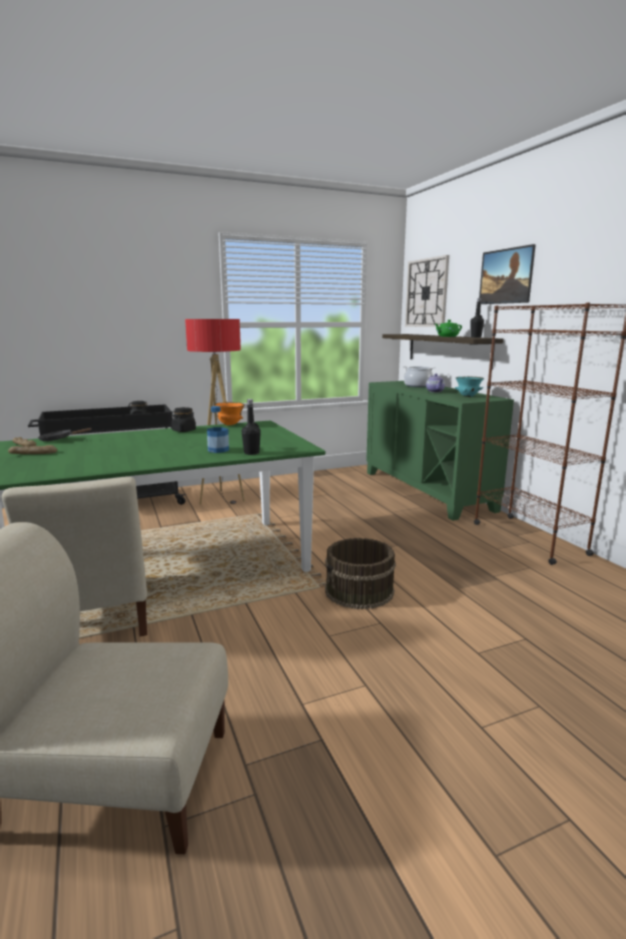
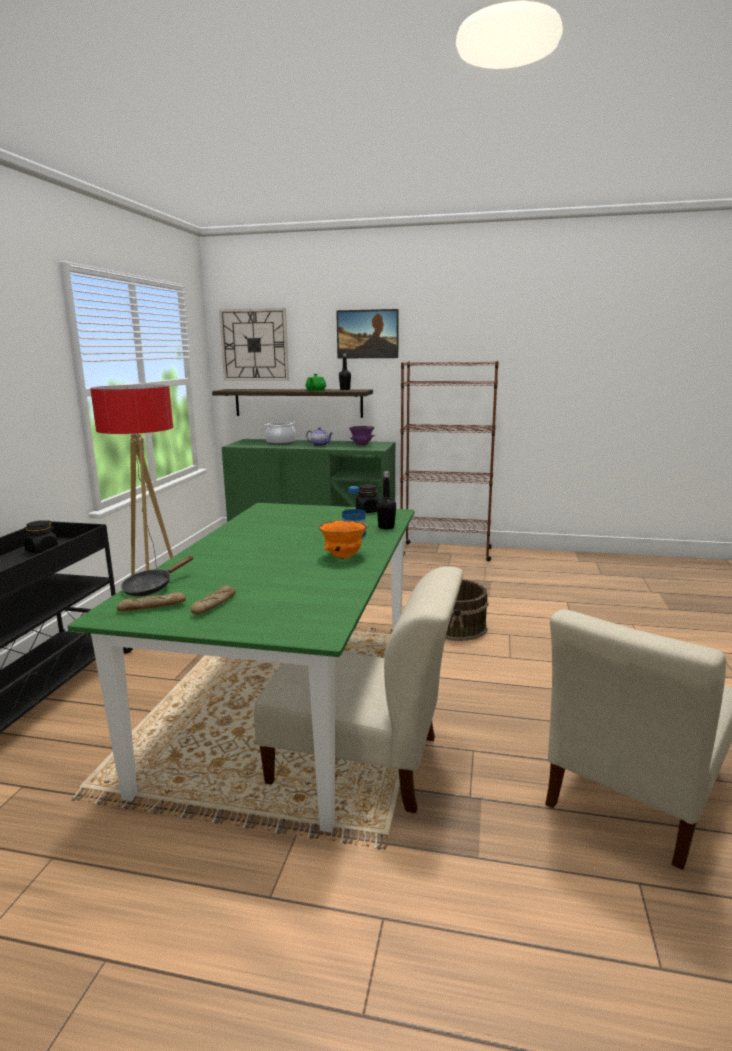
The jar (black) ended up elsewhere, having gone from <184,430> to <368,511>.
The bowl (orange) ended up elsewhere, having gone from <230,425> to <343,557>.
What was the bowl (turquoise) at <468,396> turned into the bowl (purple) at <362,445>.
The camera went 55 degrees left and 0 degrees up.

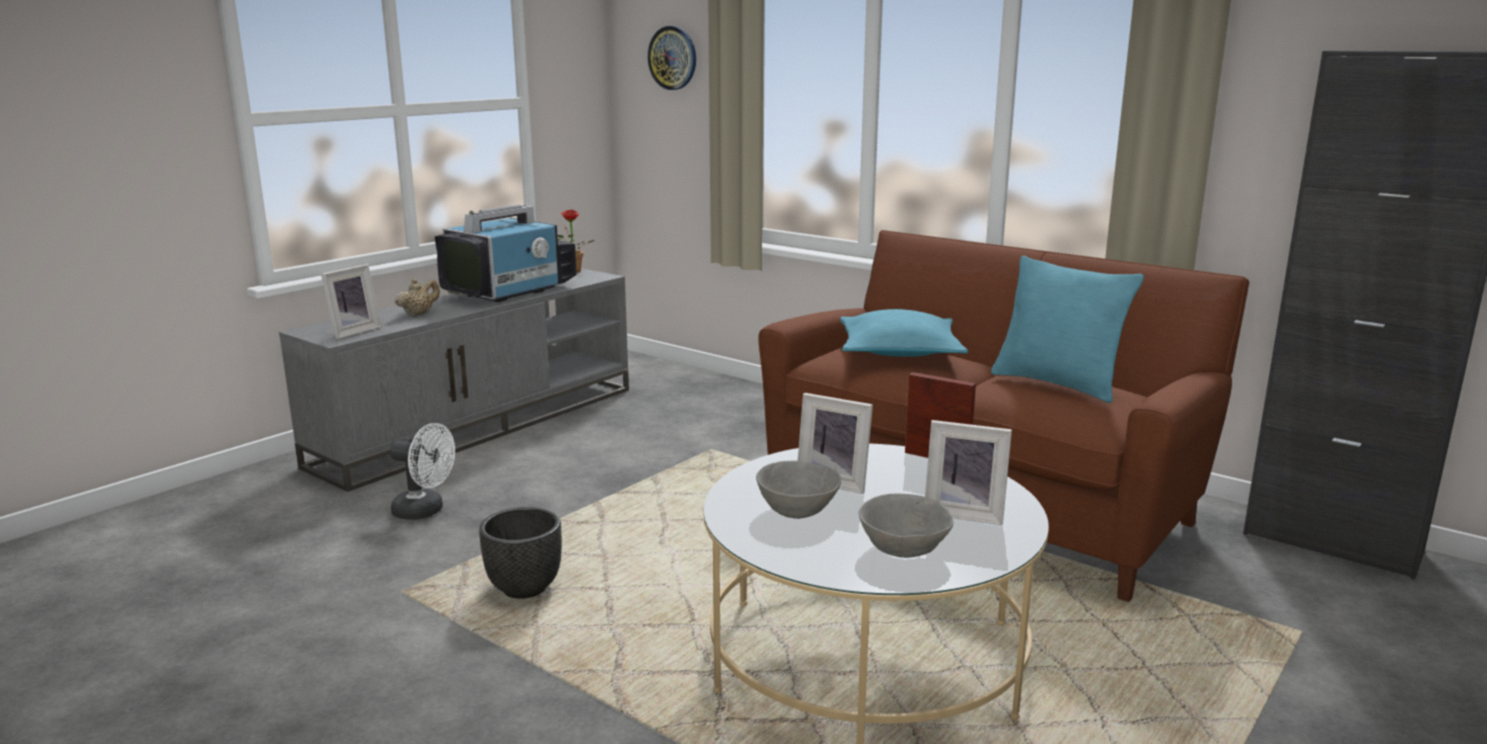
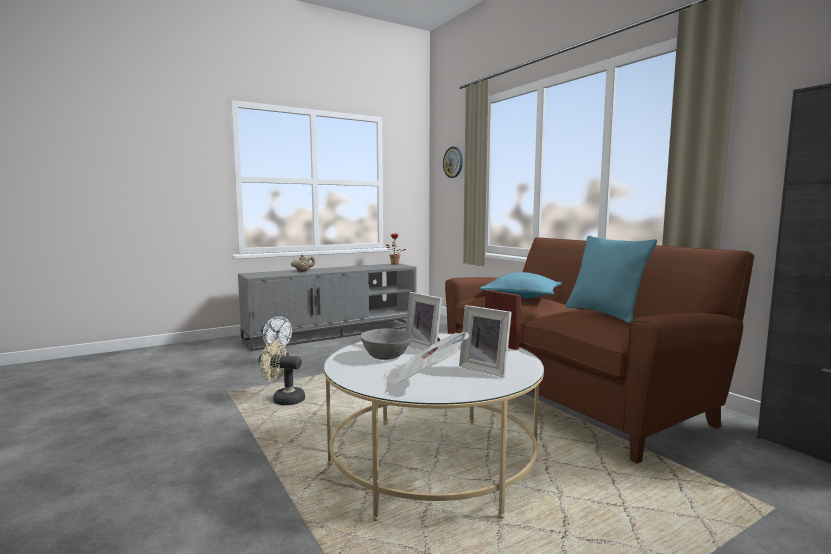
The second view lost the picture frame at <352,331>.
The second view lost the television at <511,291>.
Where the planter (black) stood at <525,590>, the fan (beige) came to stand at <284,400>.
Where the bowl (grey) stood at <902,549>, the newspaper came to stand at <423,380>.
The camera went 20 degrees right and 10 degrees down.

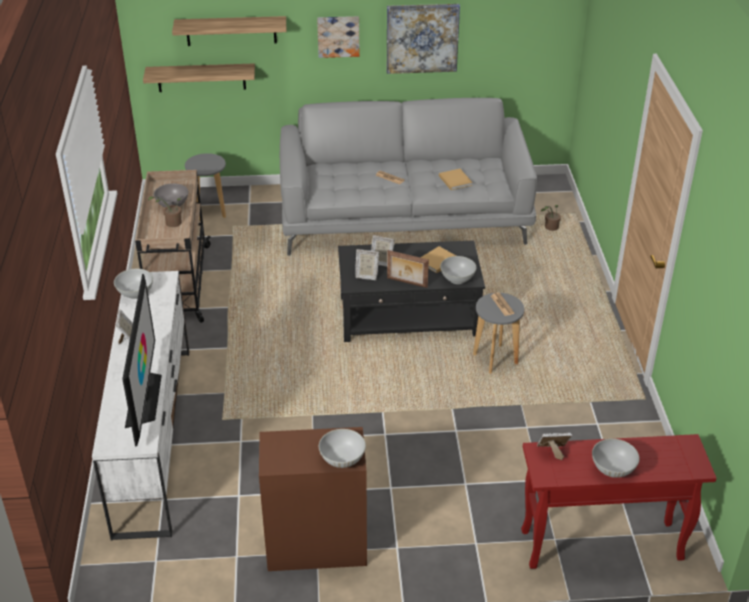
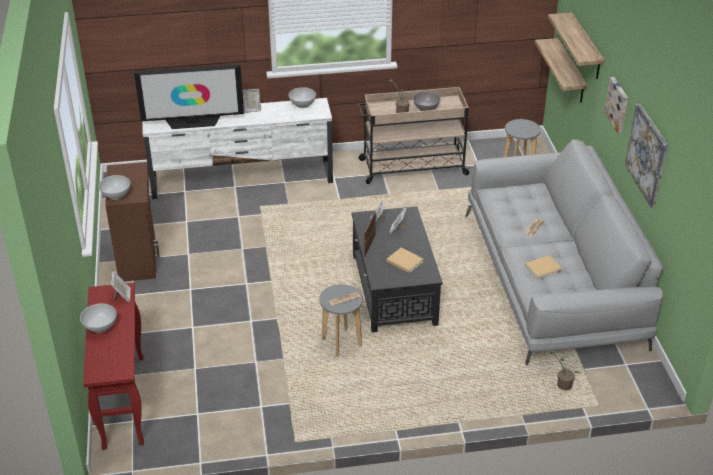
The second view lost the bowl (white) at <457,279>.
The camera went 85 degrees right and 0 degrees up.

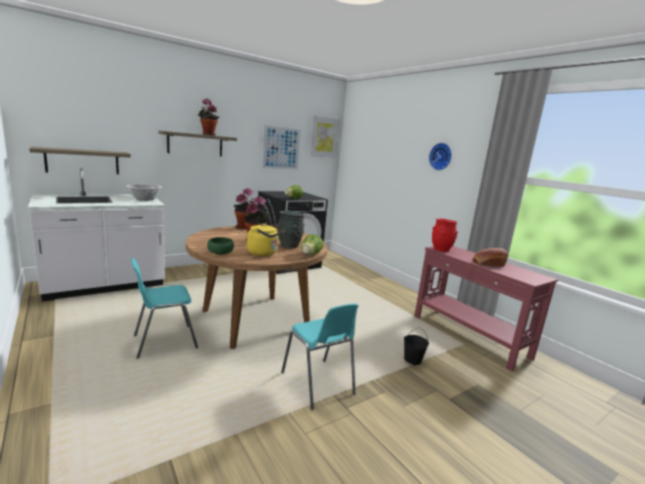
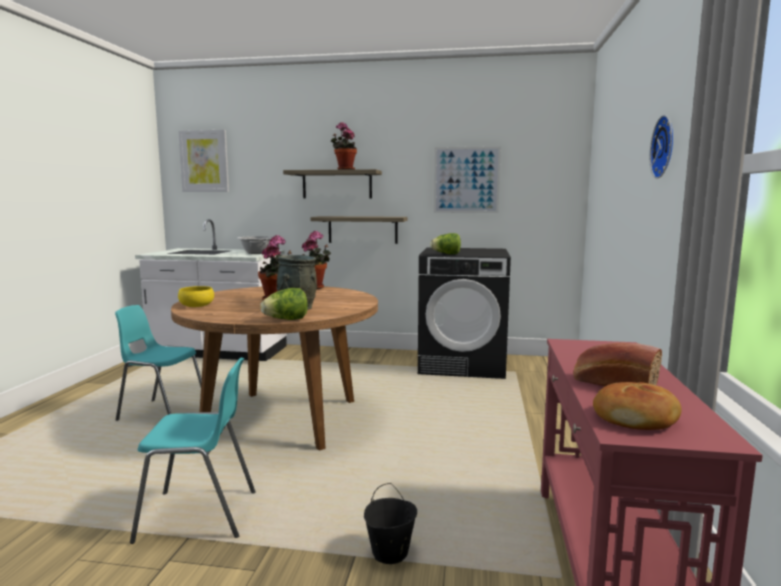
The second view lost the kettle (yellow) at <264,253>.
The second view lost the vase (red) at <441,249>.
The second view gained the bread at <636,418>.
The shelf ended up elsewhere, having gone from <83,161> to <362,229>.
The picture ended up elsewhere, having gone from <324,137> to <204,161>.
What was the bowl (green) at <220,252> turned into the bowl (yellow) at <196,305>.
The chair (turquoise) at <318,384> ended up facing another way, 105 degrees counterclockwise from before.
The camera went 45 degrees right and 5 degrees down.

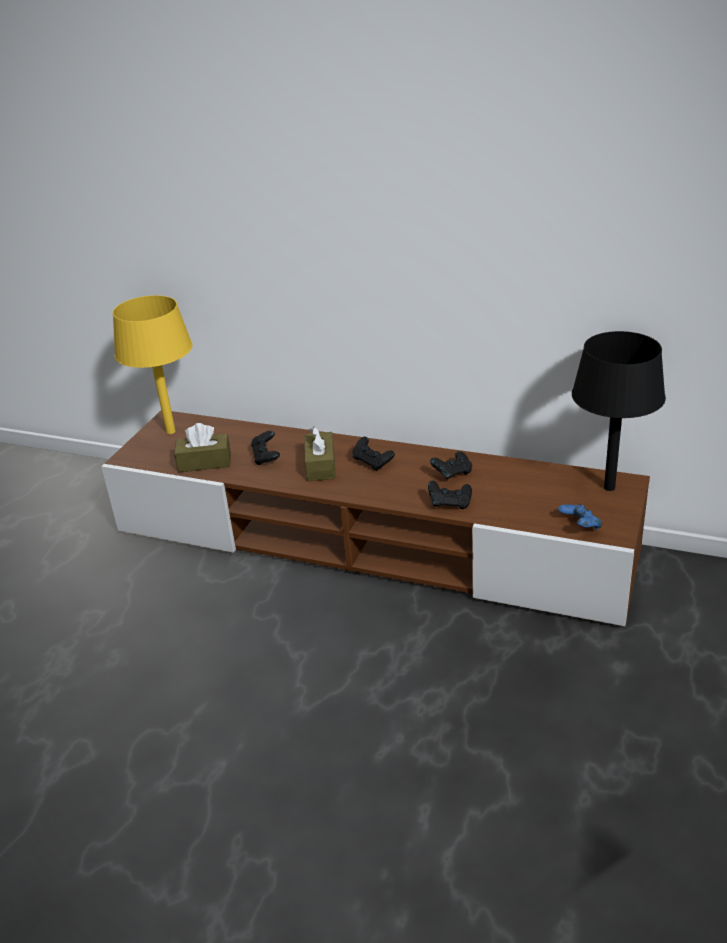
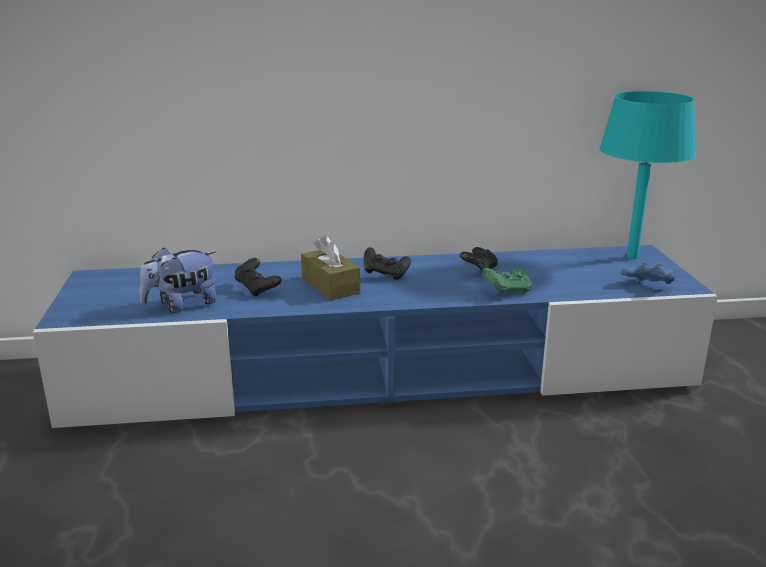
The second view lost the table lamp (yellow) at <170,431>.
Where the tissue box (brown) stood at <204,462>, the plush toy came to stand at <182,305>.
What was the tv stand (brown) at <370,542> turned into the tv stand (blue) at <384,374>.
What was the game controller (black) at <450,504> turned into the game controller (green) at <507,292>.
What was the table lamp (black) at <609,487> turned into the table lamp (turquoise) at <632,257>.
The camera went 30 degrees left and 10 degrees down.

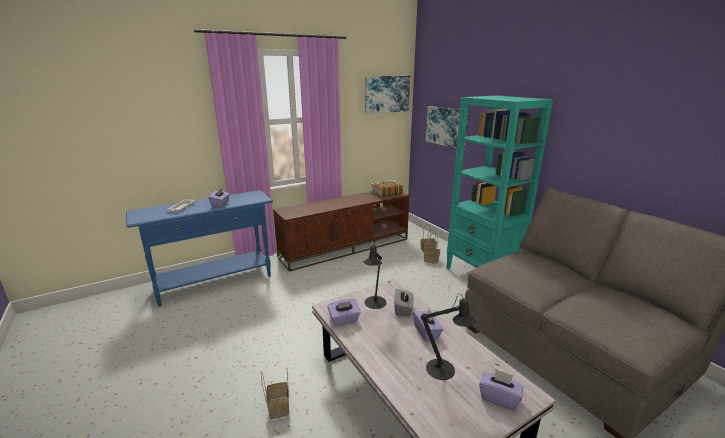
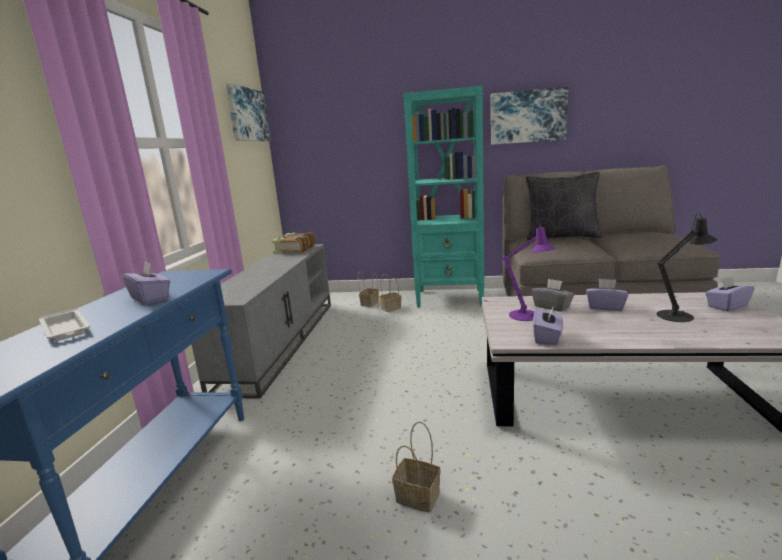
The second view gained the pillow (black) at <561,236>.
The basket ended up elsewhere, having gone from <278,407> to <416,497>.
The picture ended up elsewhere, having gone from <447,126> to <527,116>.
What was the tv stand (brown) at <346,247> turned into the tv stand (grey) at <280,341>.
What was the table lamp (black) at <374,304> turned into the table lamp (purple) at <527,316>.
The camera went 50 degrees left and 5 degrees down.

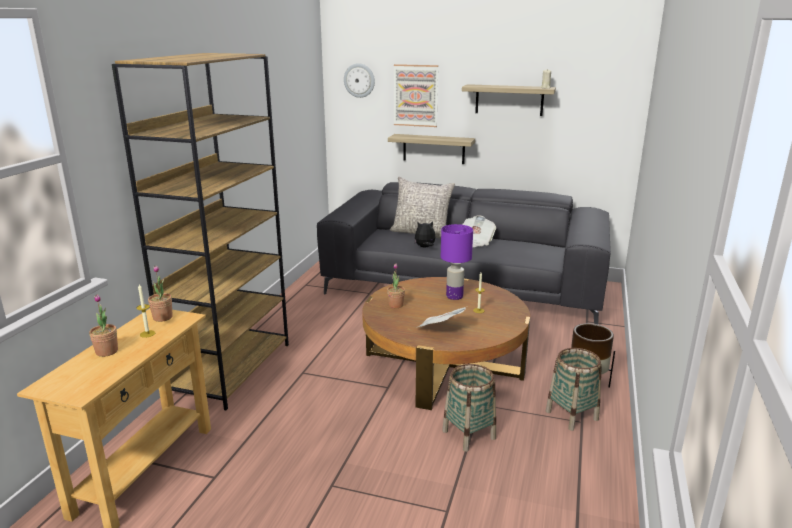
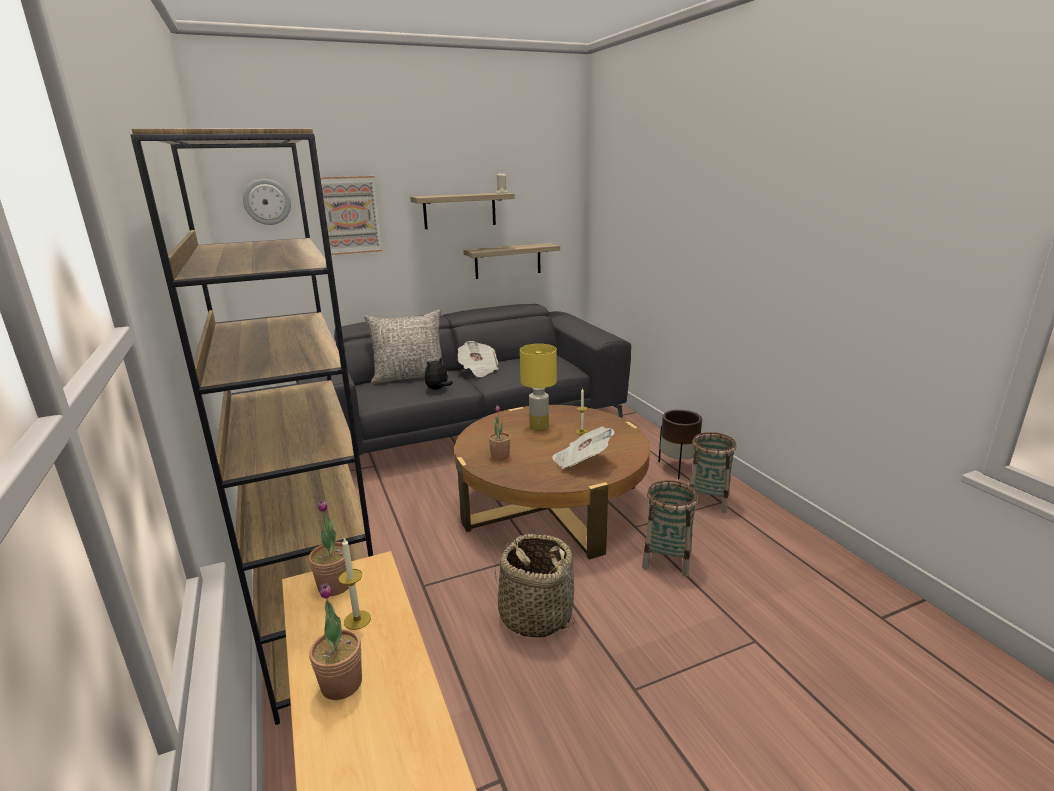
The second view gained the basket at <535,615>.
The shelf ended up elsewhere, having gone from <433,149> to <508,261>.
What was the table lamp (purple) at <454,296> turned into the table lamp (yellow) at <538,427>.
The camera went 40 degrees left and 0 degrees up.

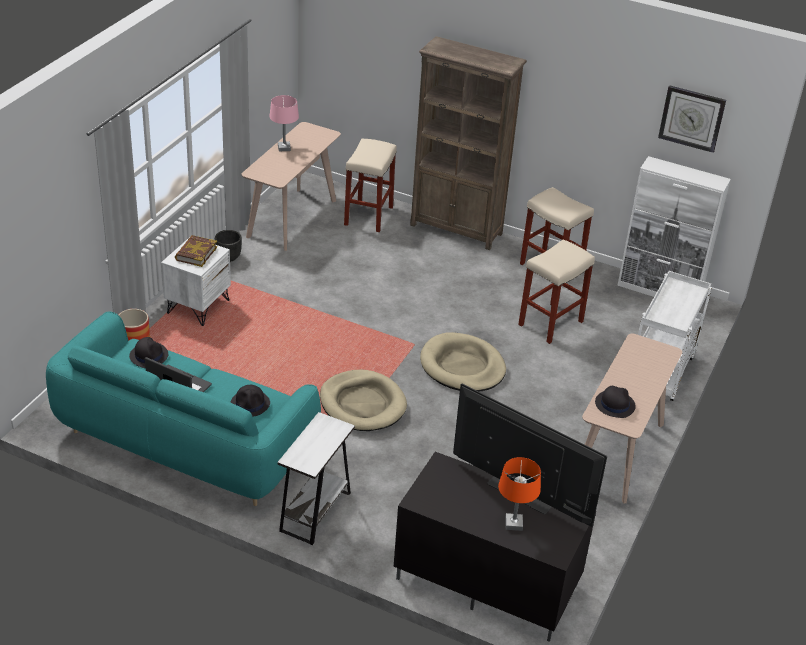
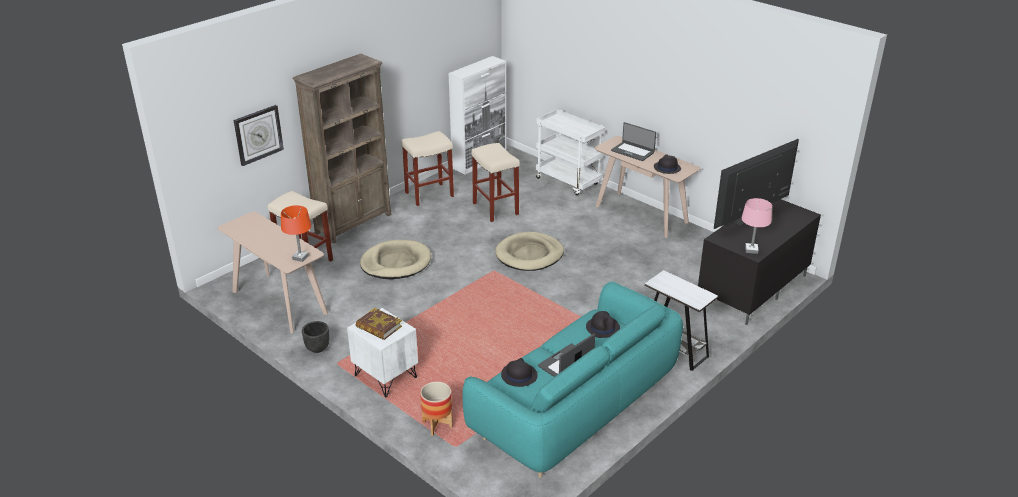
The second view gained the laptop at <632,151>.
The table lamp (pink) ended up elsewhere, having gone from <284,148> to <751,250>.
The dog bed (beige) ended up elsewhere, having gone from <362,404> to <396,263>.
The table lamp (orange) ended up elsewhere, having gone from <513,523> to <300,257>.
The wall clock ended up elsewhere, having gone from <692,118> to <258,134>.
The camera went 70 degrees left and 5 degrees down.

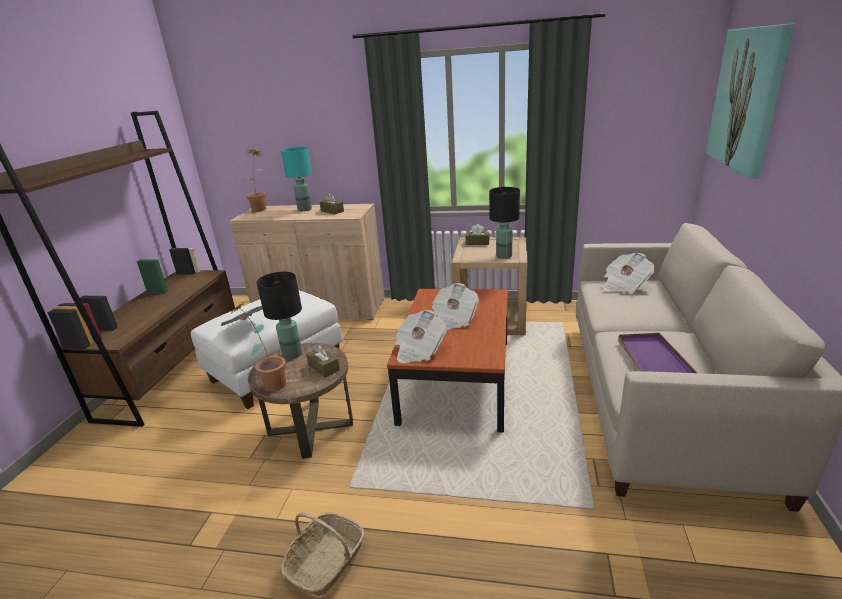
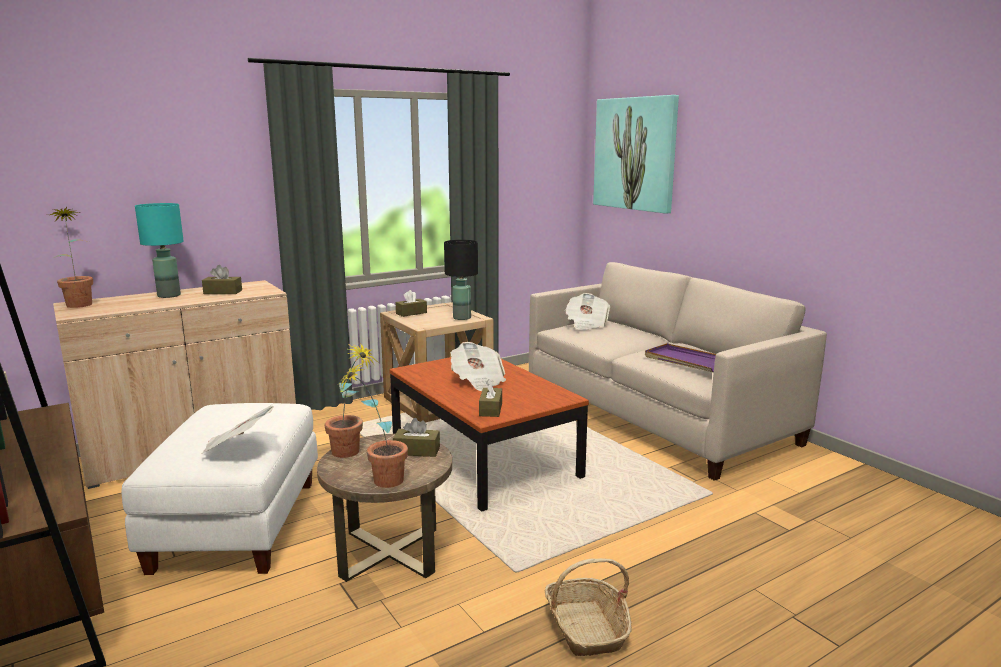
Where the table lamp (black) stood at <292,354>, the potted plant came to stand at <352,453>.
Where the newspaper stood at <419,350>, the tissue box (brown) came to stand at <490,409>.
The camera went 45 degrees left and 10 degrees down.

